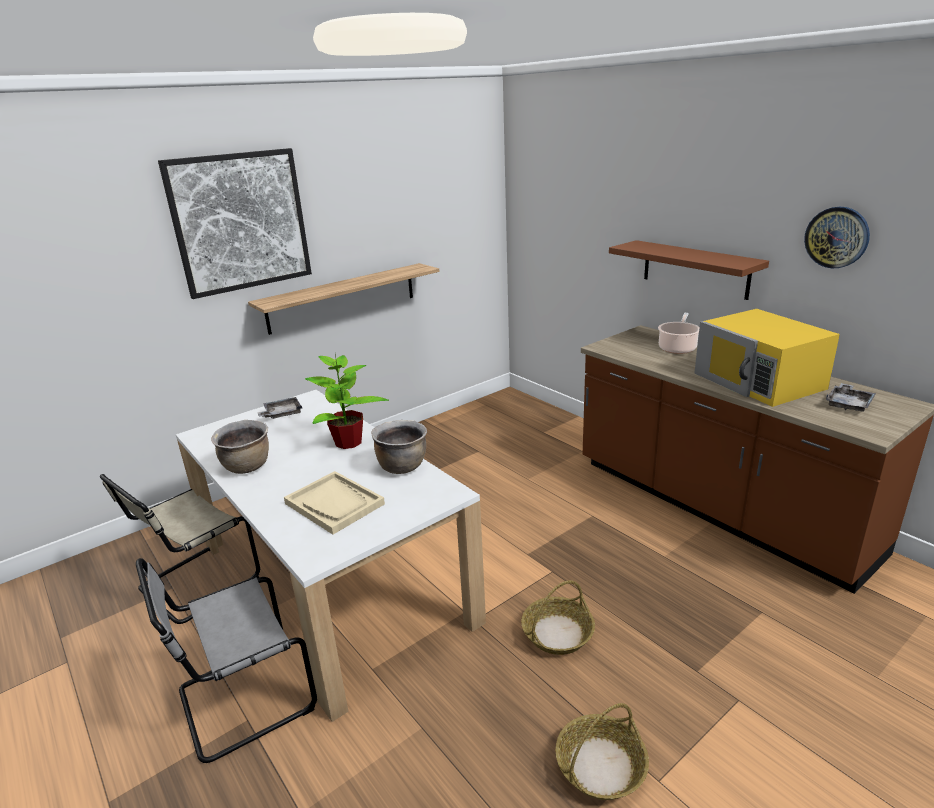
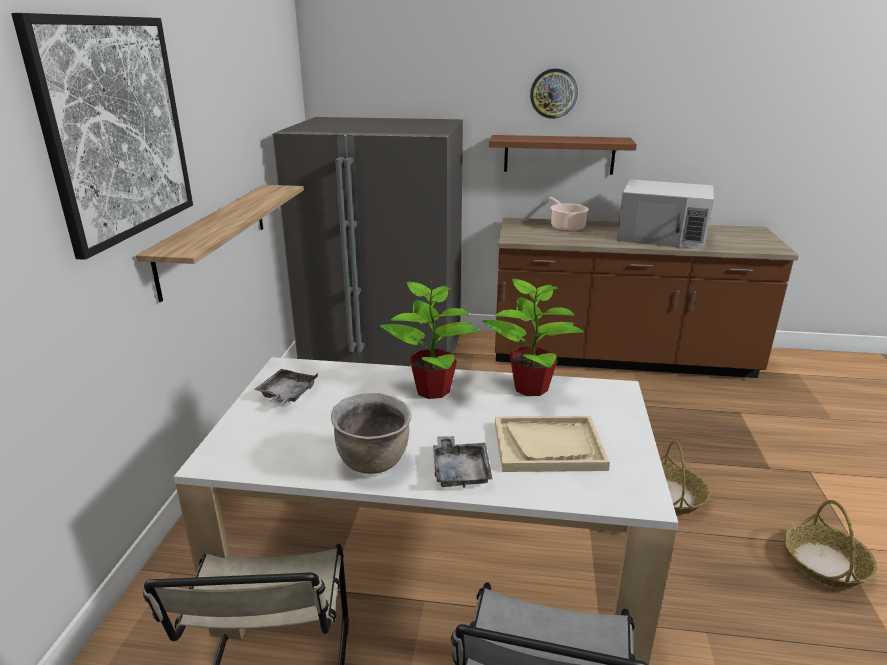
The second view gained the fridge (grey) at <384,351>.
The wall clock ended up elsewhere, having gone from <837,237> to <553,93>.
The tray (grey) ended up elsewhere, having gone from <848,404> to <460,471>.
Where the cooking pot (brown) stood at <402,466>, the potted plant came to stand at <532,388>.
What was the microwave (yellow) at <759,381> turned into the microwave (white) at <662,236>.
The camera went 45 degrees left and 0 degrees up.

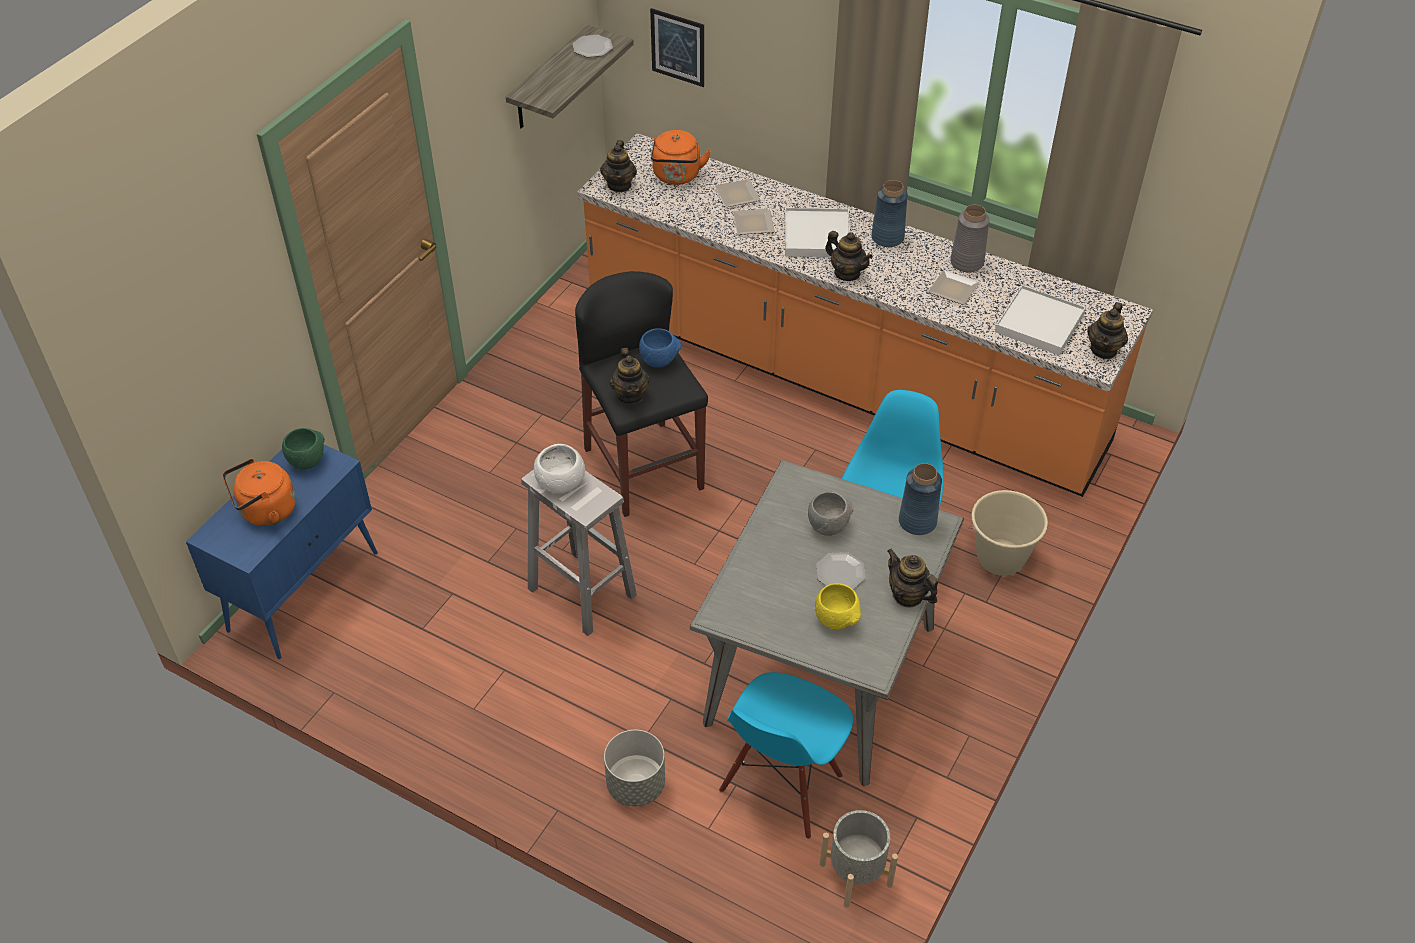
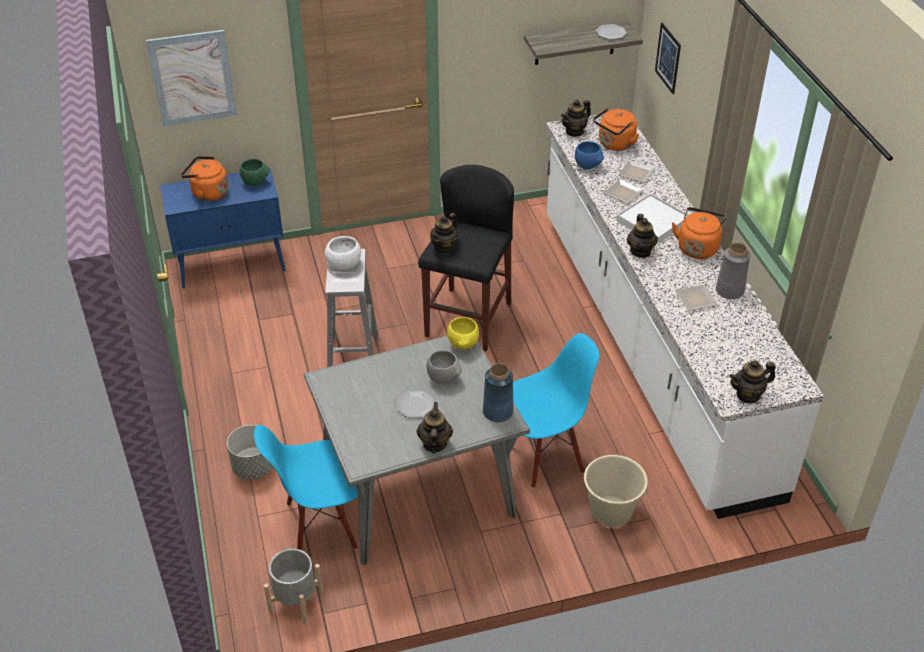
The second view lost the tray (white) at <1039,323>.
The second view gained the picture at <192,78>.
The bowl (blue) ended up elsewhere, having gone from <659,362> to <587,166>.
The bowl (yellow) ended up elsewhere, having gone from <836,621> to <463,345>.
Where the vase (blue) stood at <887,237>, the kettle (orange) came to stand at <697,247>.
What was the counter (orange) at <841,378> turned into the counter (white) at <650,347>.
The camera went 45 degrees right and 5 degrees down.

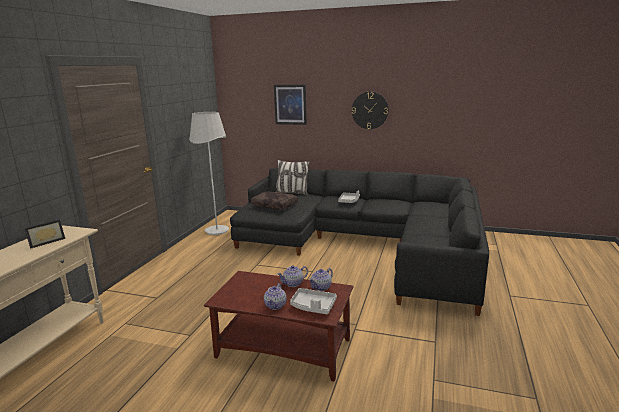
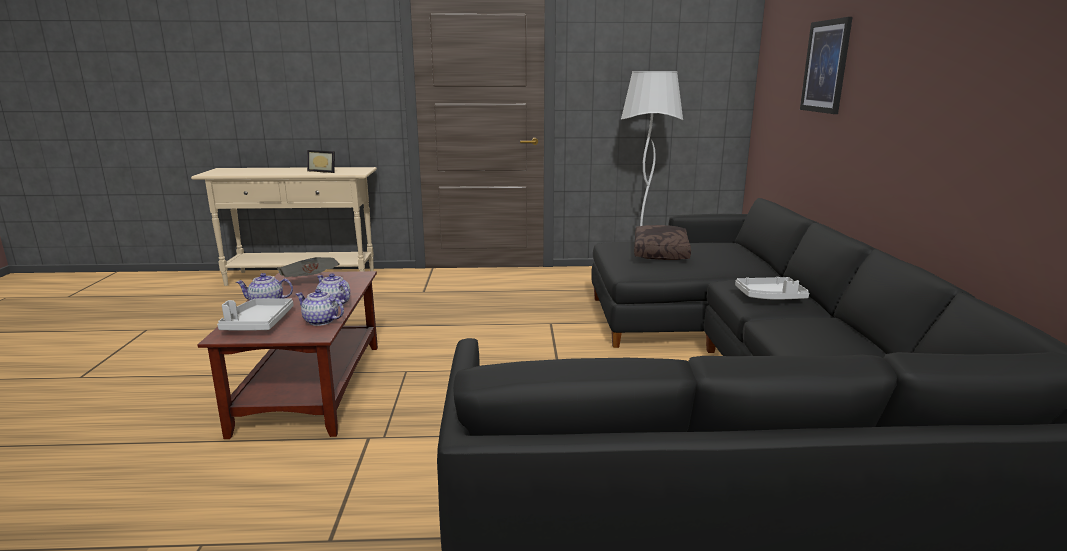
The second view lost the pillow at <292,193>.
The second view lost the wall clock at <370,110>.
The second view gained the newspaper at <310,283>.
The camera went 70 degrees right and 0 degrees up.

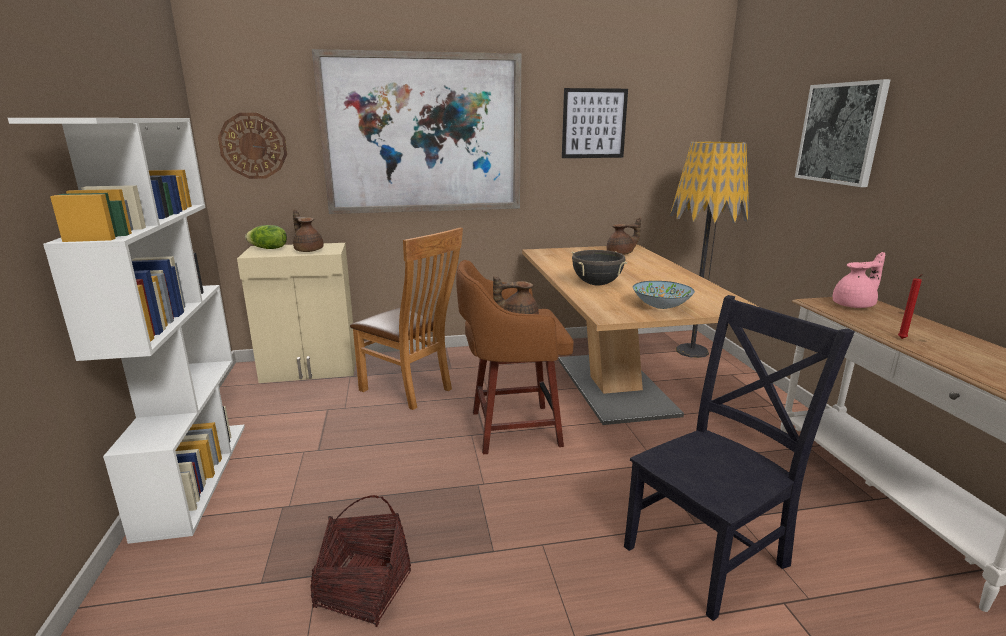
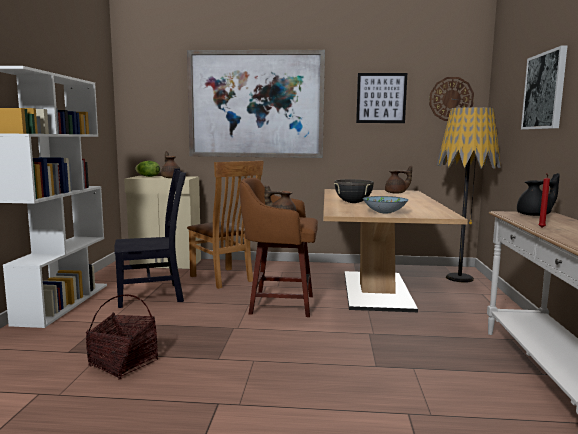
The wall clock ended up elsewhere, having gone from <253,146> to <451,99>.
The chair (black) ended up elsewhere, having gone from <710,553> to <154,295>.
What was the teapot (pink) at <855,305> turned into the teapot (black) at <535,215>.
The camera went 15 degrees right and 10 degrees down.

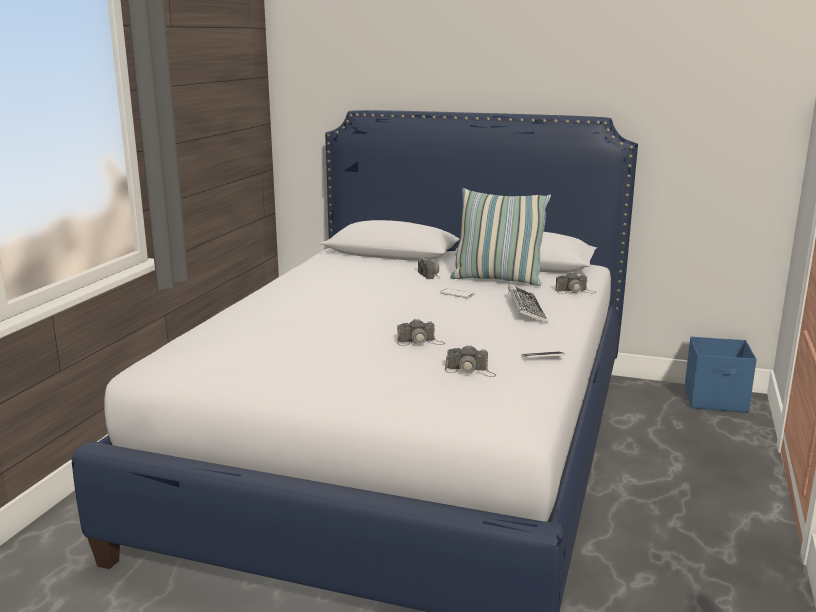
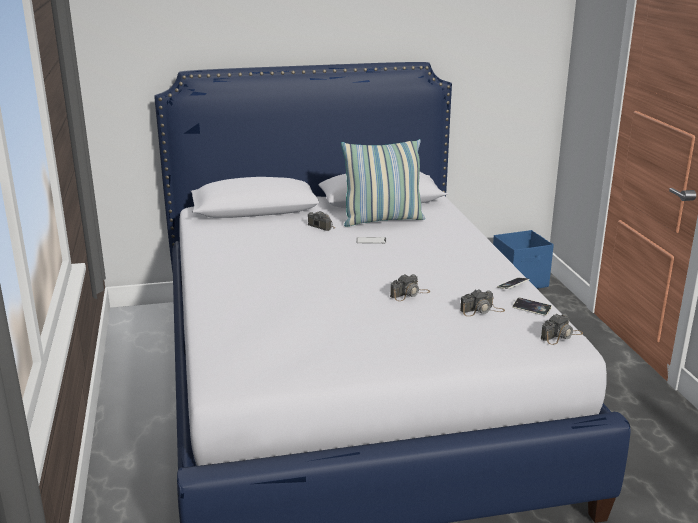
The second view lost the keyboard at <526,309>.
The second view gained the phone at <531,309>.
The photo camera ended up elsewhere, having gone from <575,291> to <561,335>.
The camera went 30 degrees left and 5 degrees up.

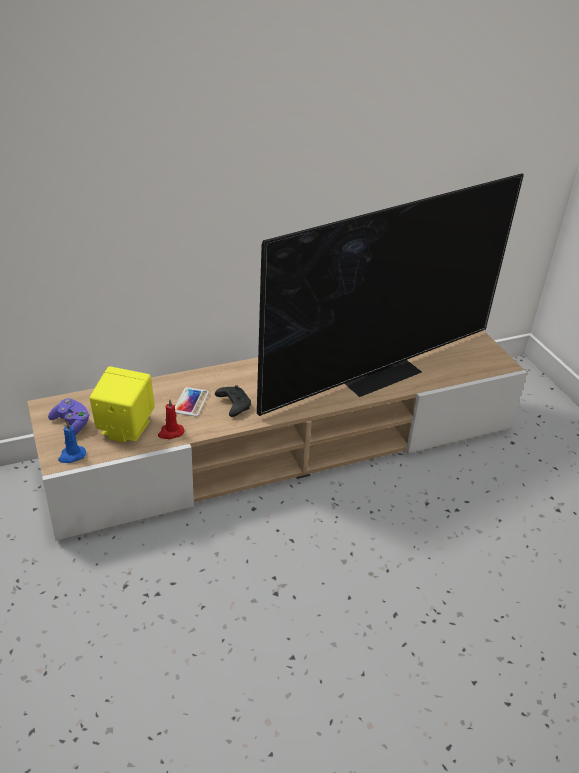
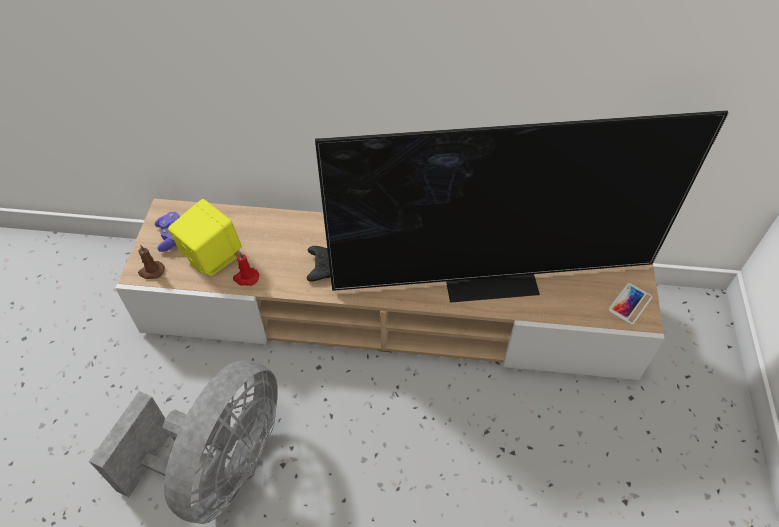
The second view gained the fan (grey) at <219,467>.
The phone ended up elsewhere, having gone from <191,402> to <630,304>.
What was the candle (blue) at <71,456> turned into the candle (brown) at <151,271>.
The camera went 30 degrees right and 15 degrees up.

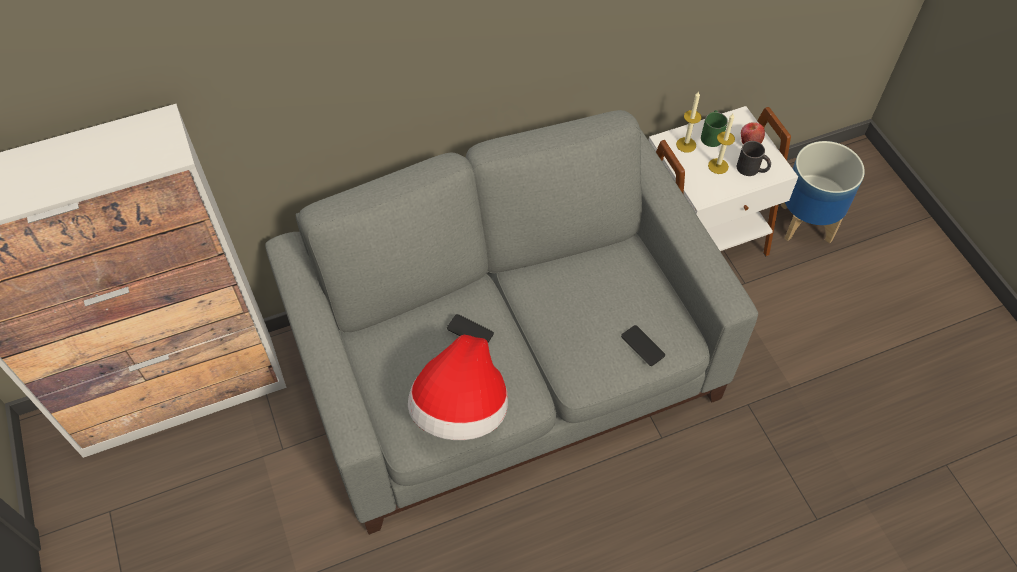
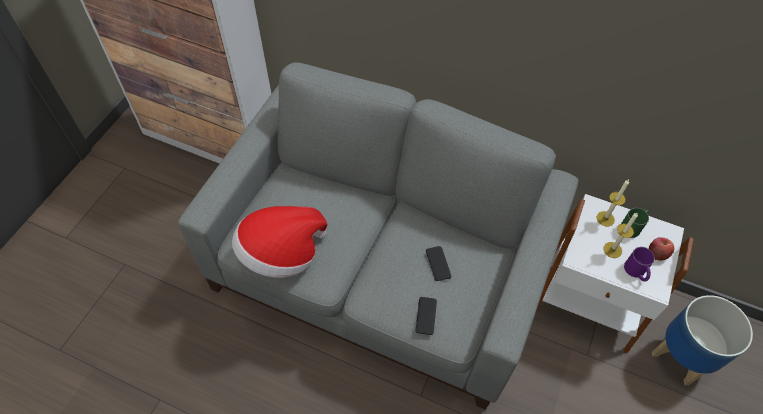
The phone ended up elsewhere, having gone from <470,331> to <438,263>.
What was the mug (black) at <752,169> turned into the mug (purple) at <636,272>.
The camera went 45 degrees right and 0 degrees up.

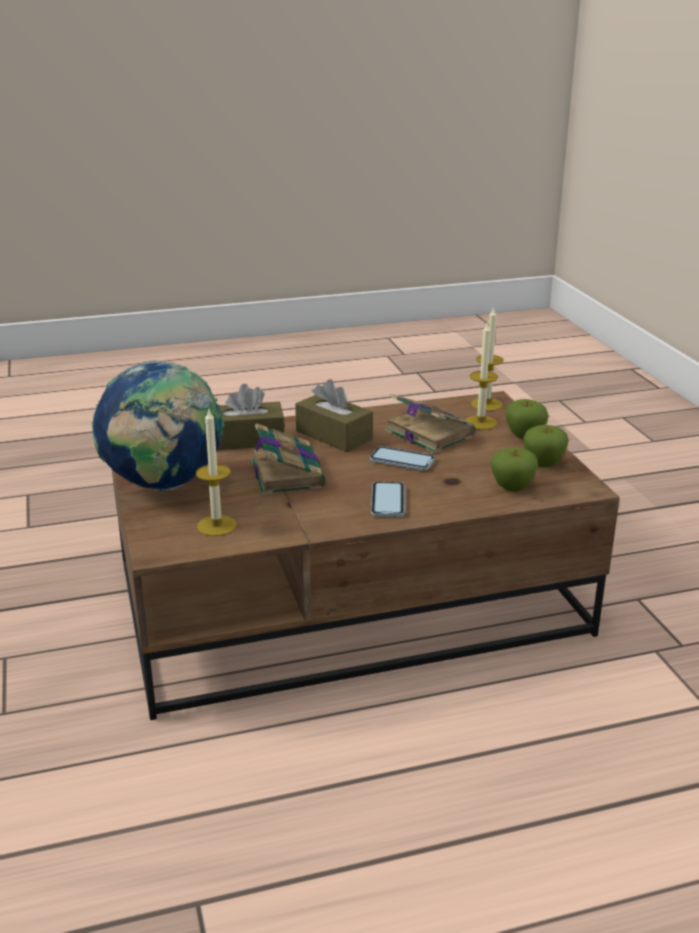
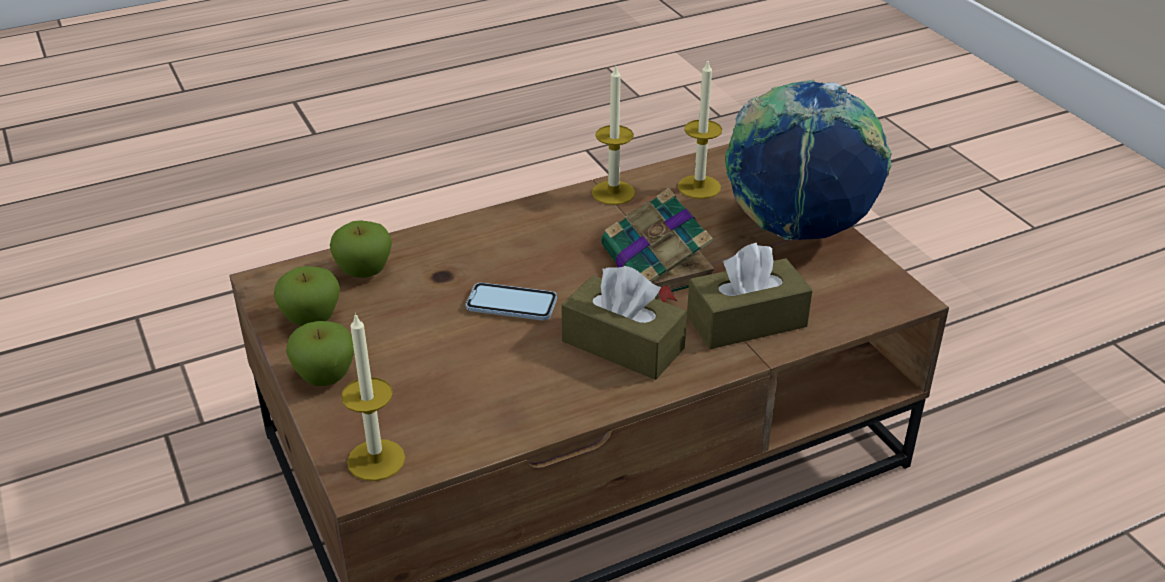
The second view lost the phone at <387,501>.
The second view lost the book at <427,433>.
The candle ended up elsewhere, having gone from <480,422> to <613,193>.
The camera went 170 degrees right and 10 degrees up.

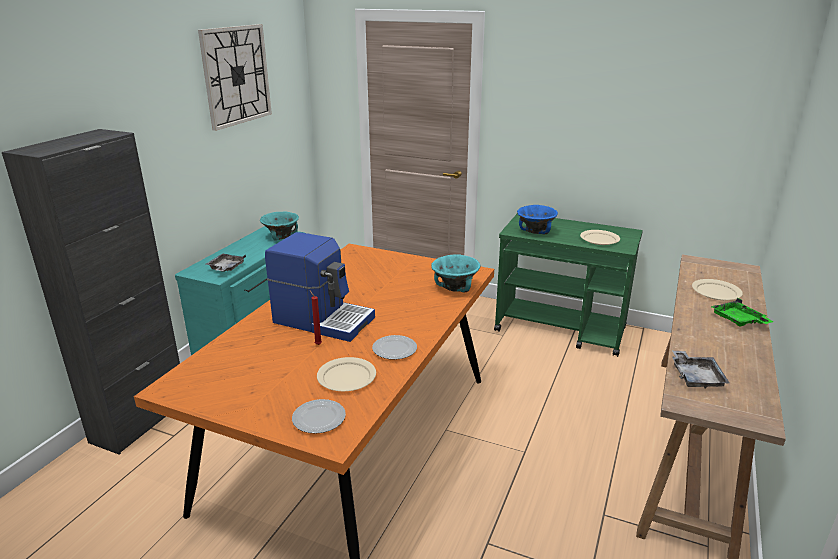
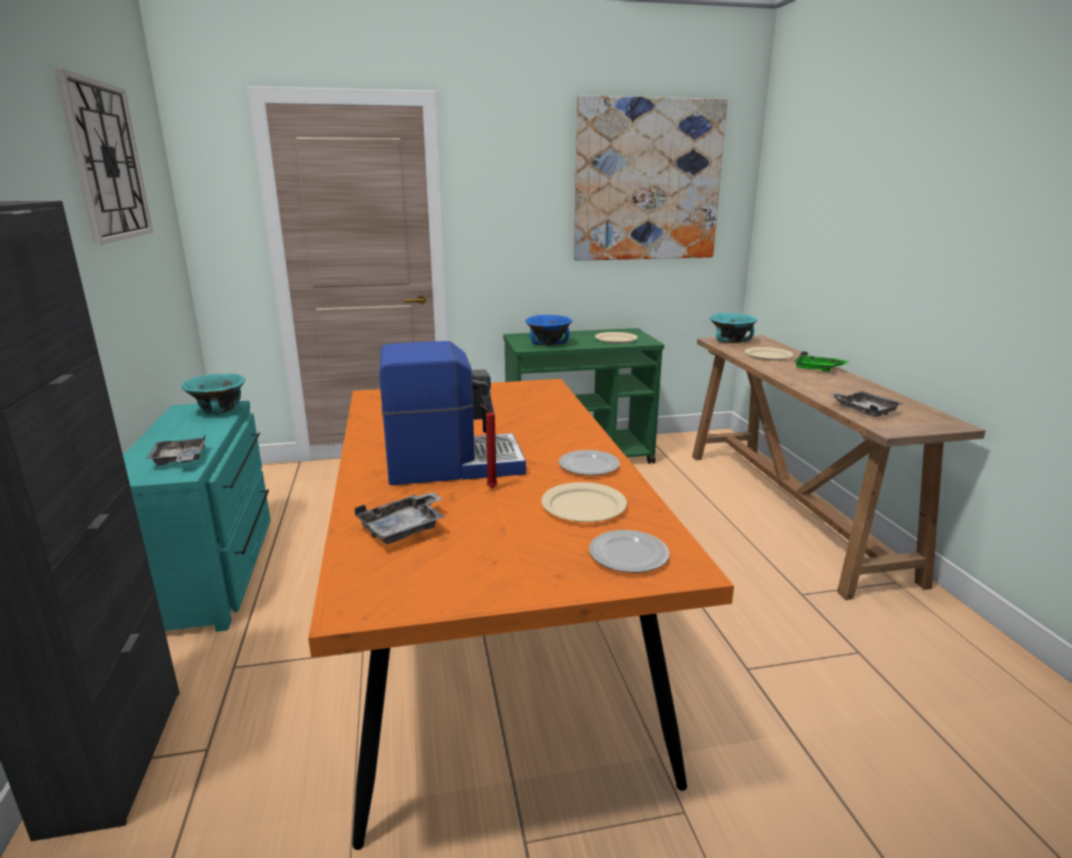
The second view gained the tray (grey) at <404,528>.
The second view gained the picture at <647,181>.
The bowl (turquoise) ended up elsewhere, having gone from <455,287> to <730,341>.
The camera went 35 degrees left and 5 degrees down.

